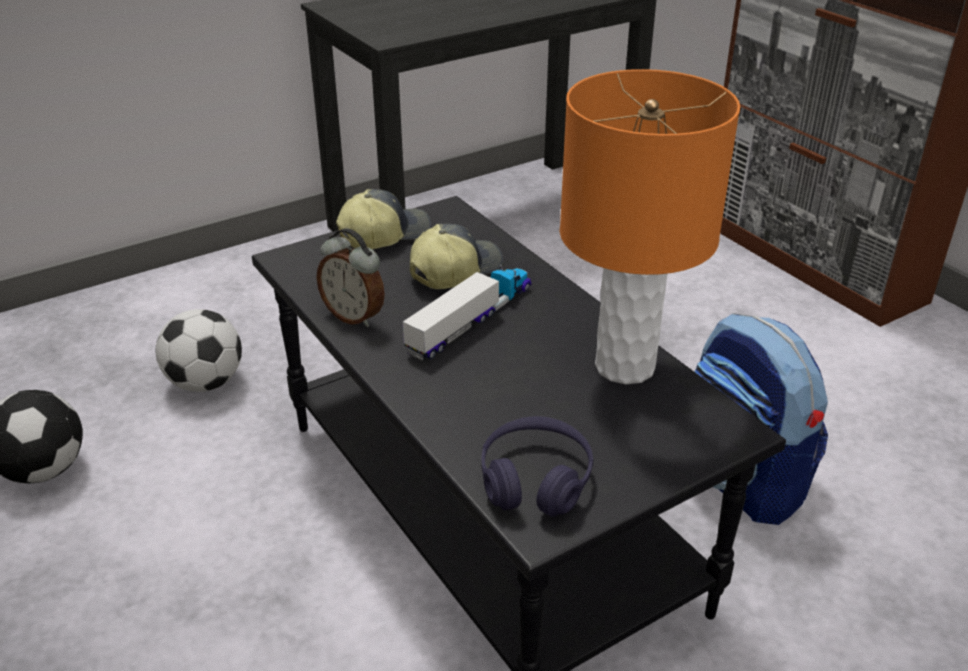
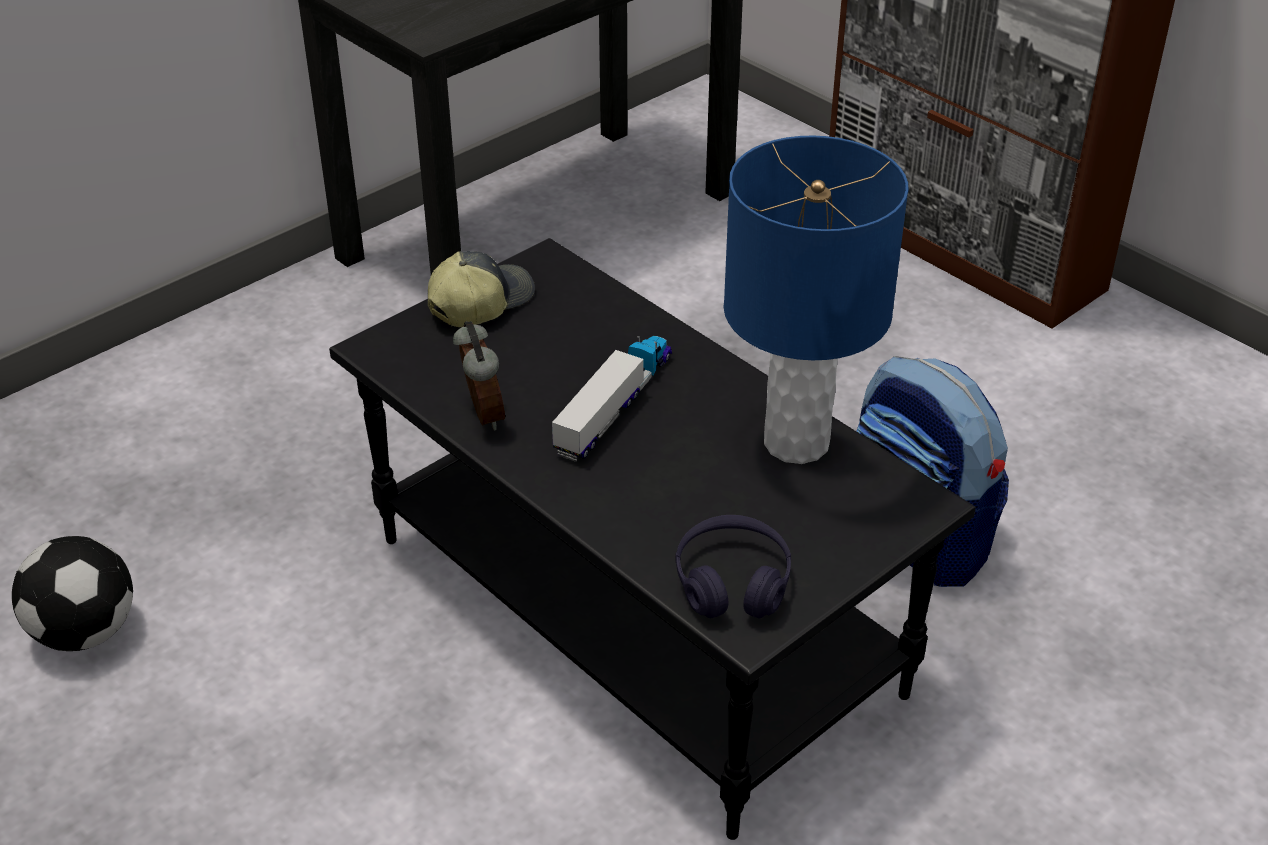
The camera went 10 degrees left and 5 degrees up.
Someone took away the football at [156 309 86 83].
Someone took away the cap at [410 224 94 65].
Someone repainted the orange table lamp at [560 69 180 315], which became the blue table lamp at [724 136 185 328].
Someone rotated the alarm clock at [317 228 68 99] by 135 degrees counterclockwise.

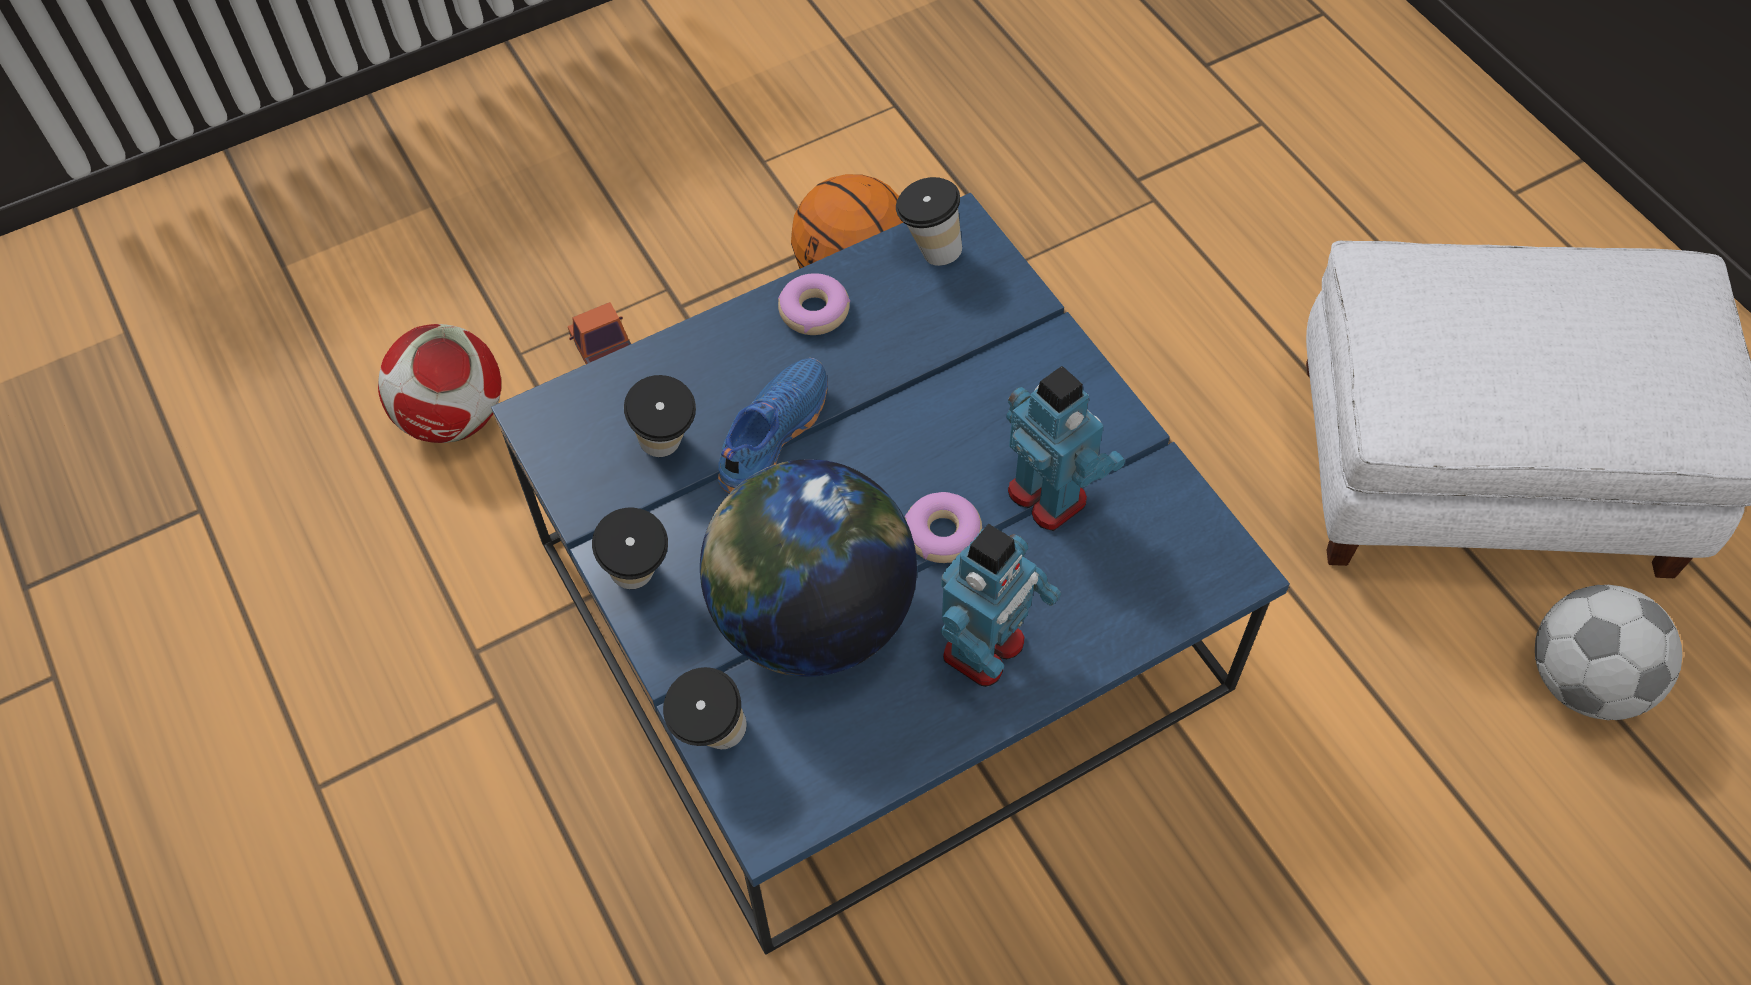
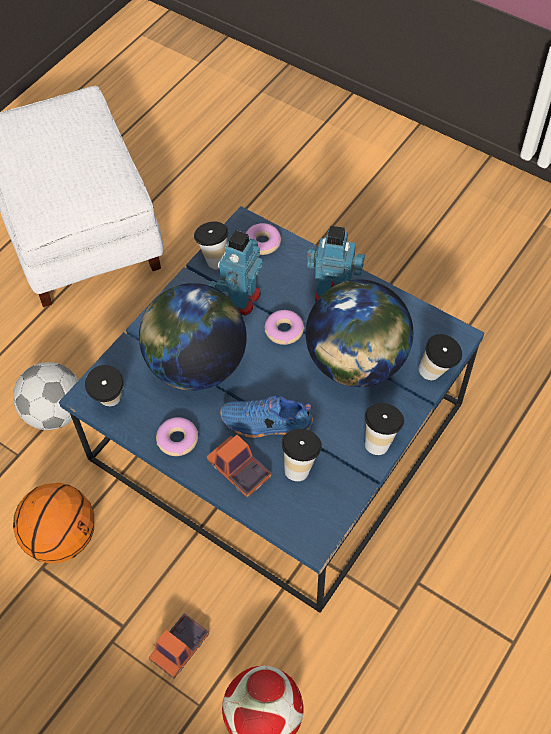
The camera went 115 degrees left and 0 degrees up.
Someone put down the globe at [139 283 107 108].
Someone put down the cup at [194 222 34 48].
Someone put down the toy truck at [207 435 65 63].
Someone put down the donut at [246 223 35 32].
Someone carried the football from [1535 585 147 135] to [13 362 66 68].

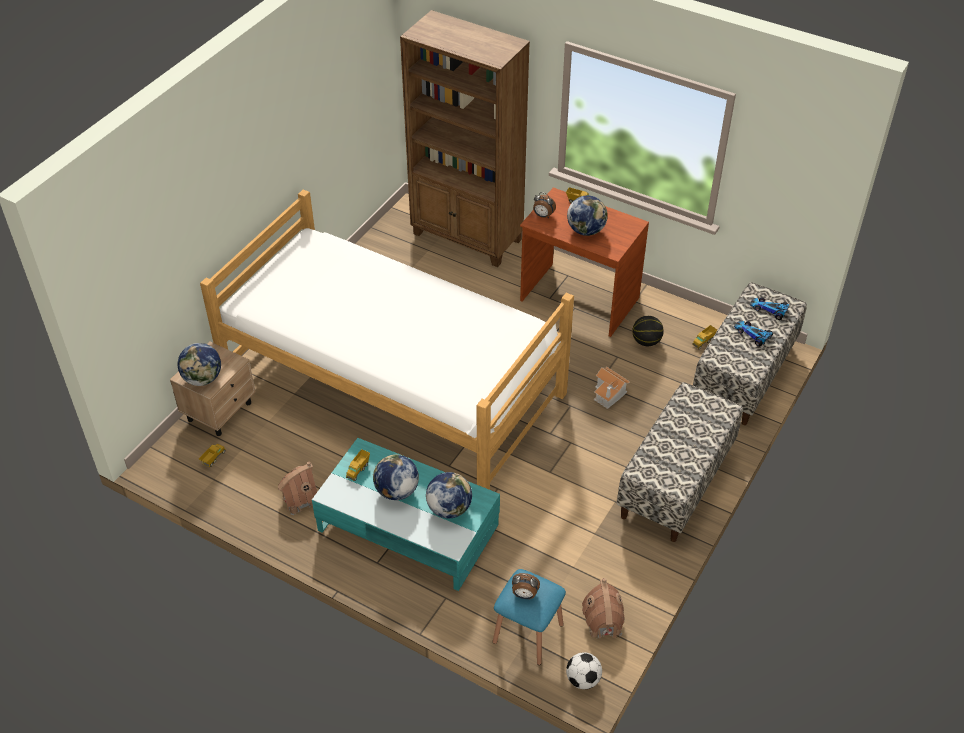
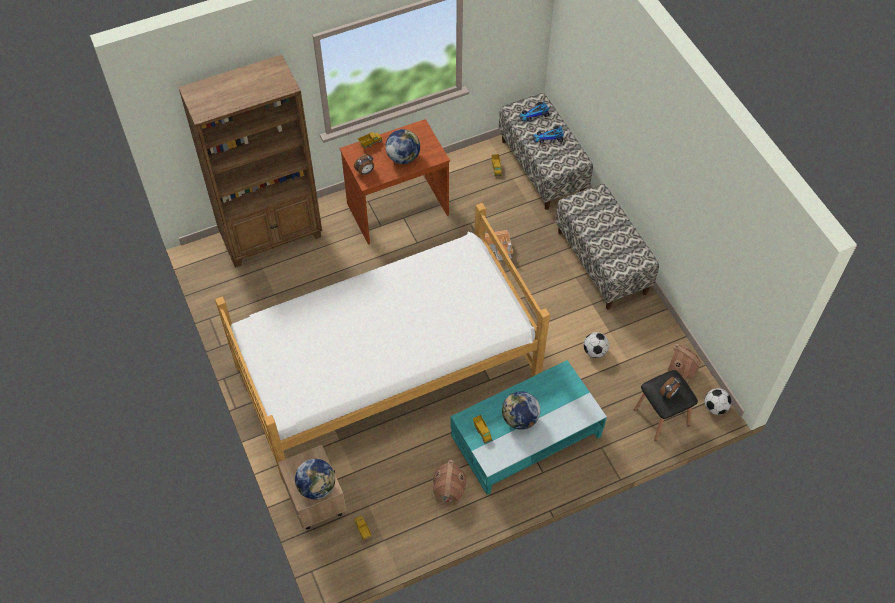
The camera went 55 degrees left and 10 degrees up.
Someone took away the globe at [426 472 46 46].
Someone took away the basketball at [632 316 32 30].
Someone put down the football at [583 332 26 26].
Someone repainted the blue stool at [493 569 73 96], which became the black stool at [634 370 64 71].

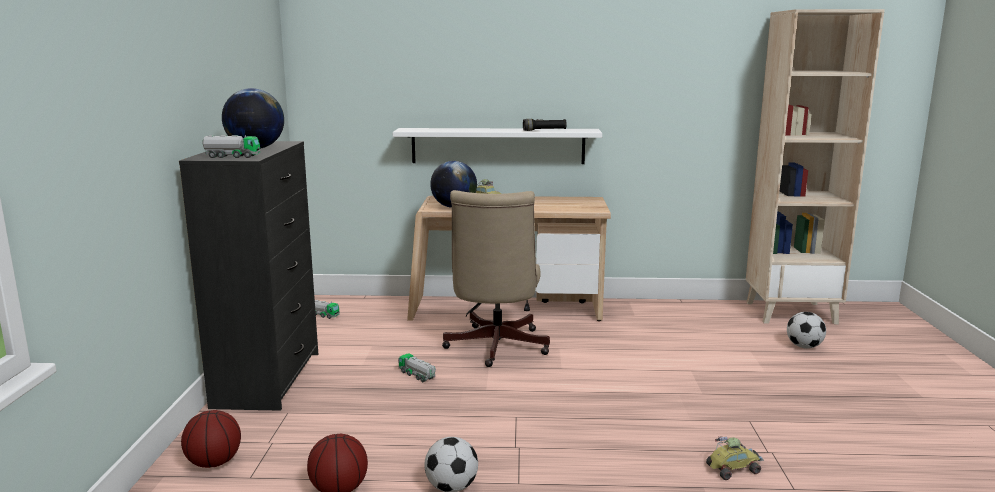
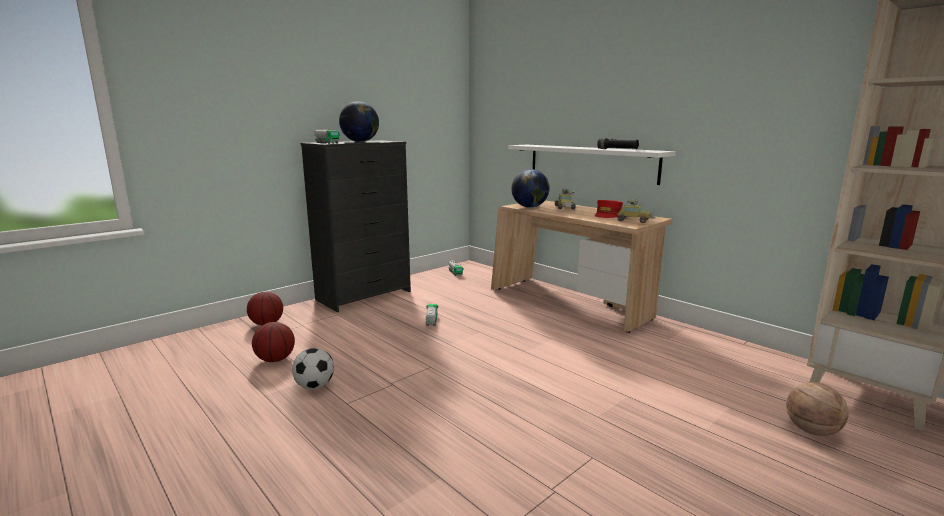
The camera went 45 degrees right and 0 degrees up.
Someone took away the beige office chair at [442 190 108 177].
Someone put down the red cap at [595 200 28 18].
Someone carried the toy car from [706 436 58 44] to [617 199 39 24].
Someone swapped the football at [787 312 39 36] for the basketball at [786 382 63 54].

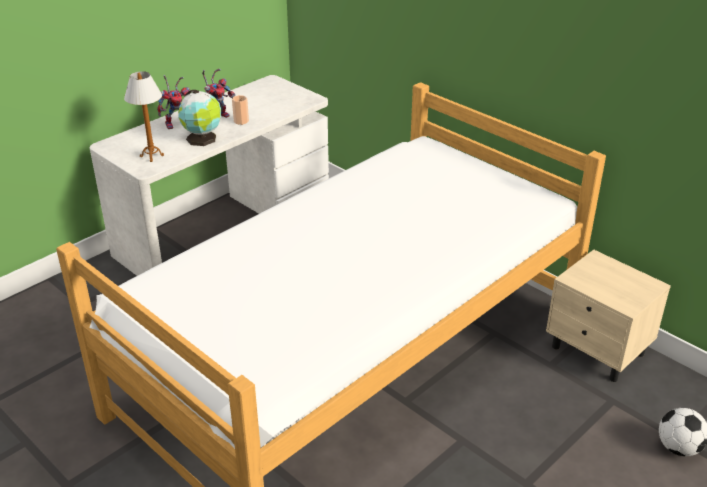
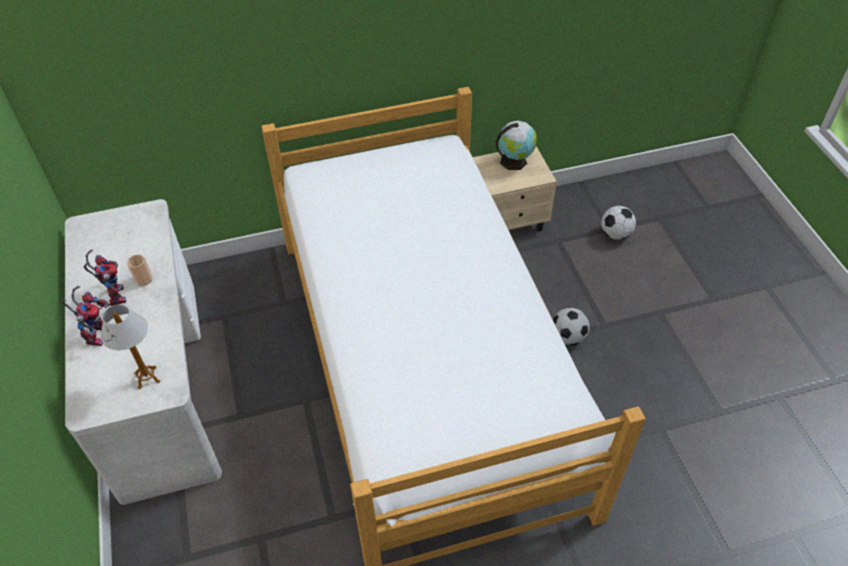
The camera went 60 degrees left and 15 degrees up.
Someone put down the football at [553 308 37 37].
Someone carried the globe from [178 90 43 56] to [496 120 41 50].

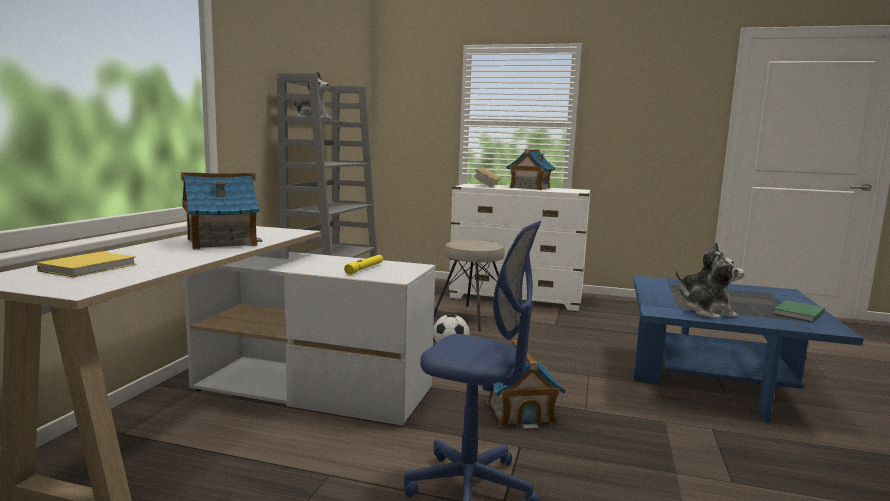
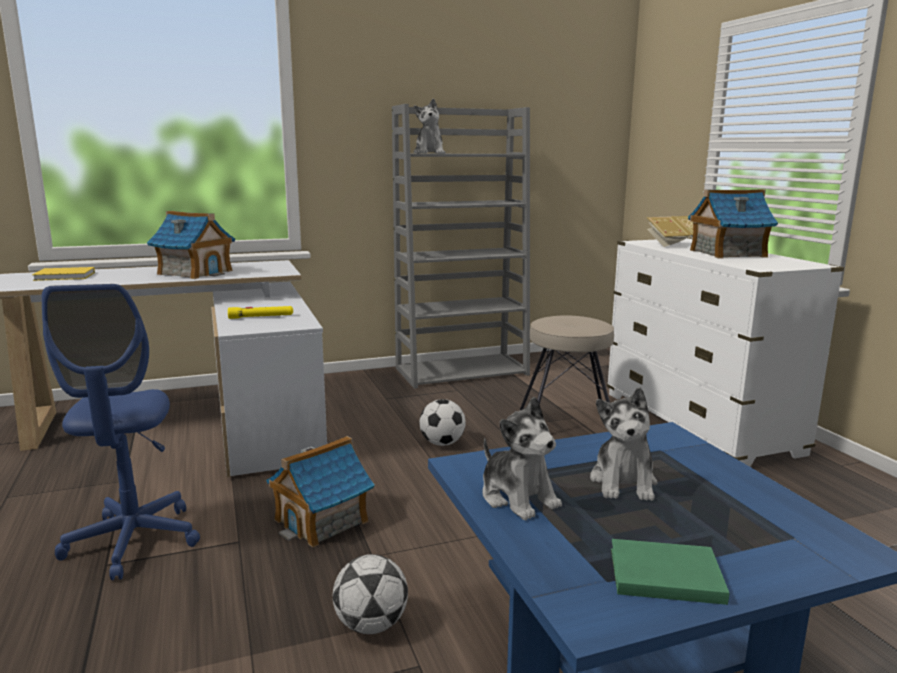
The camera went 55 degrees right and 5 degrees up.
Someone put down the football at [333 554 75 80].

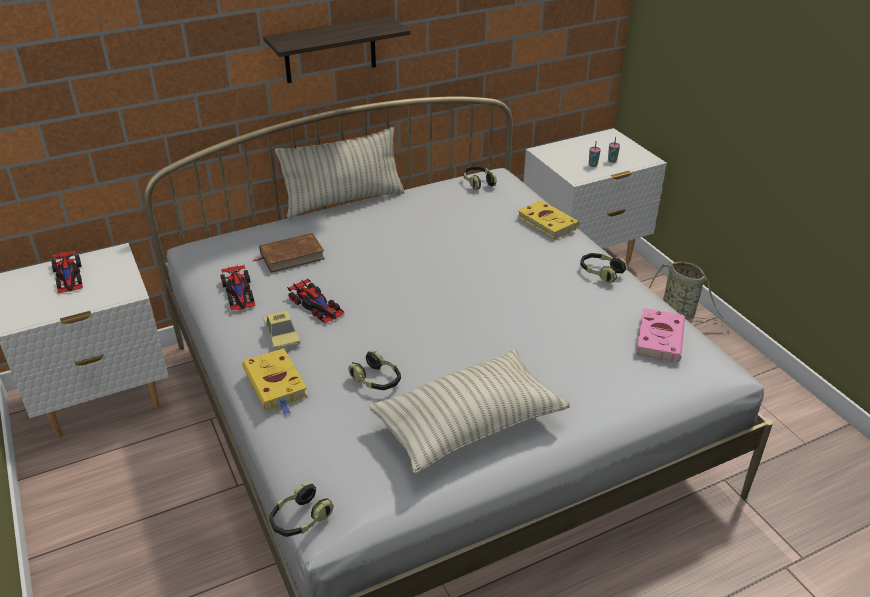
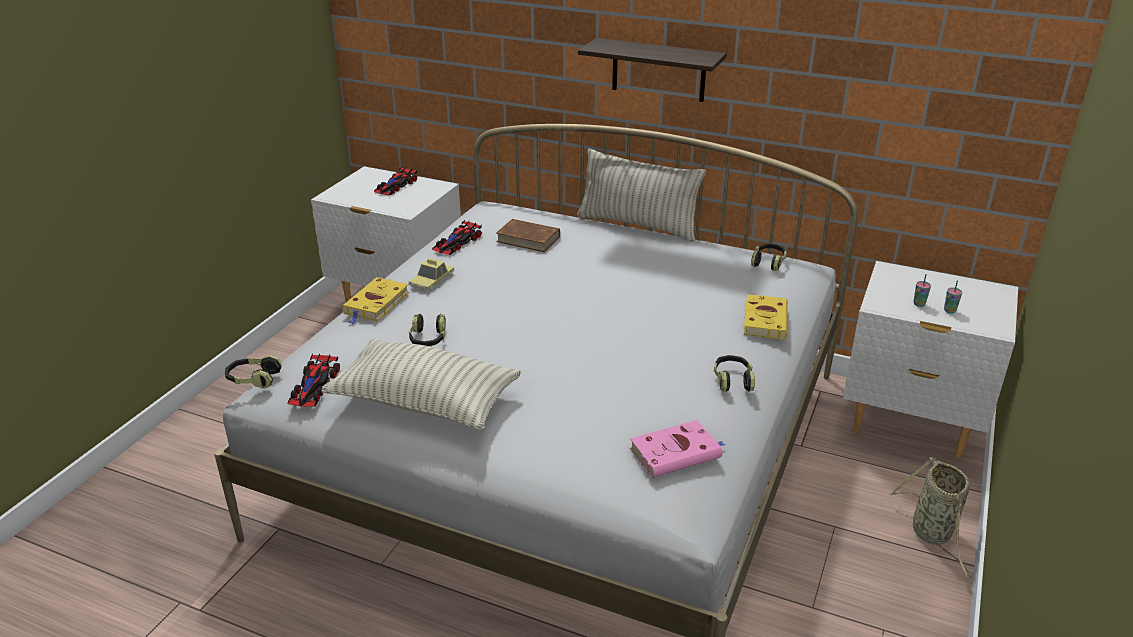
The camera went 50 degrees right and 5 degrees down.
Someone carried the toy car from [287 278 57 45] to [288 353 52 54].

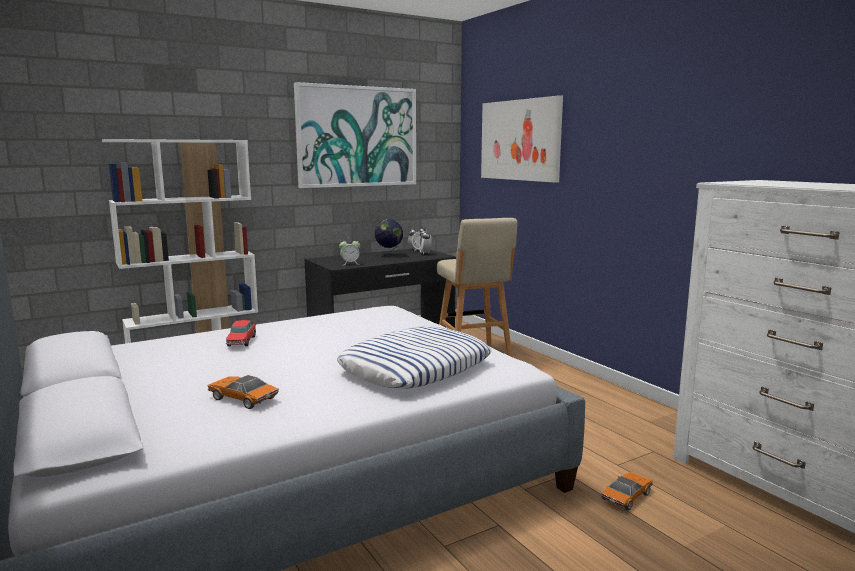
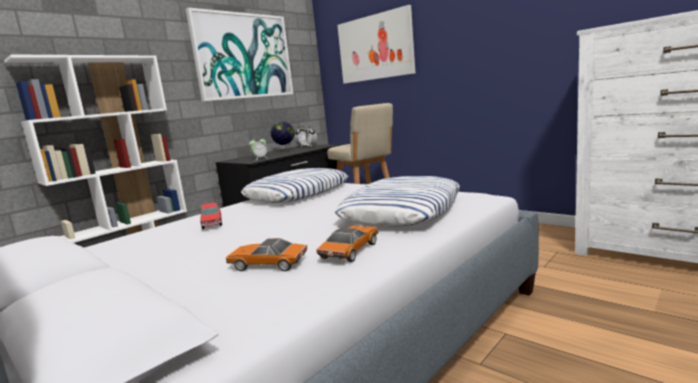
The camera went 15 degrees left and 0 degrees up.
Someone put down the pillow at [241 168 107 35].
Someone carried the toy car from [600 472 53 38] to [316 226 63 36].

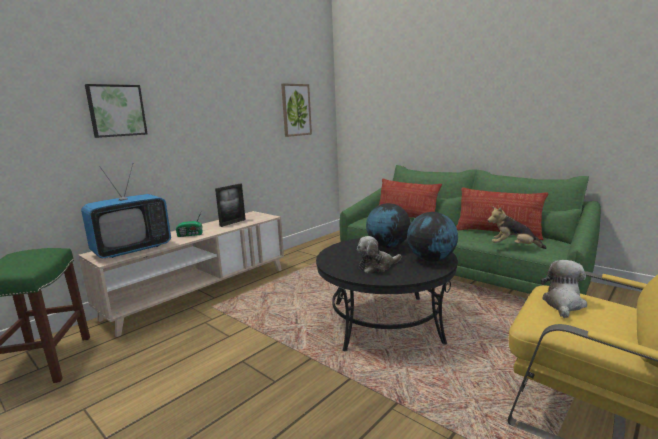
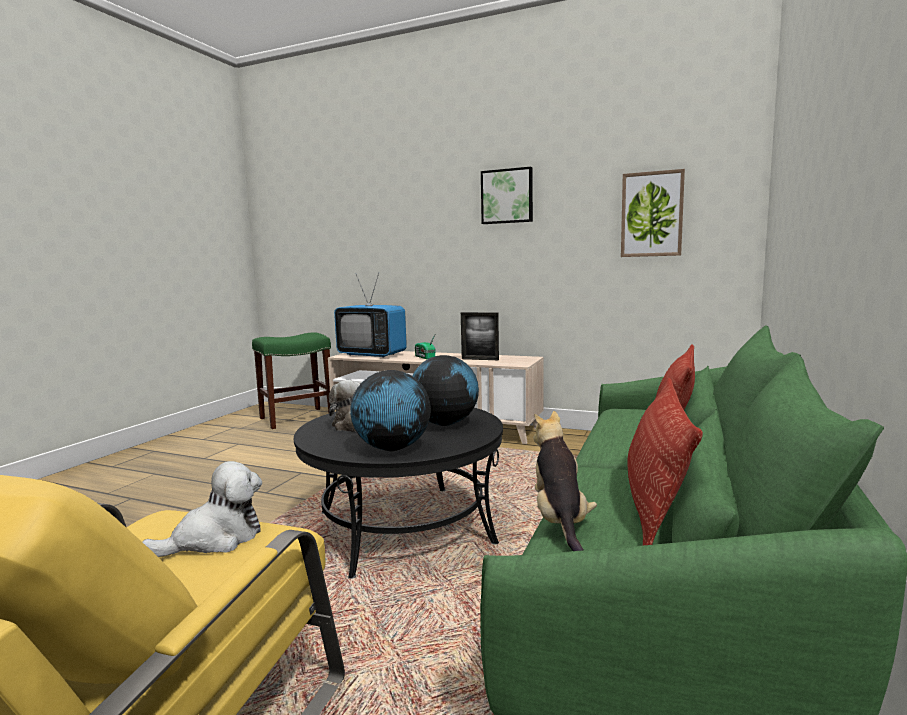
The camera went 70 degrees right and 5 degrees down.
Someone carried the picture from [85 84 63 54] to [481 167 52 57].
Someone rotated the plush toy at [541 260 46 58] by 45 degrees counterclockwise.

